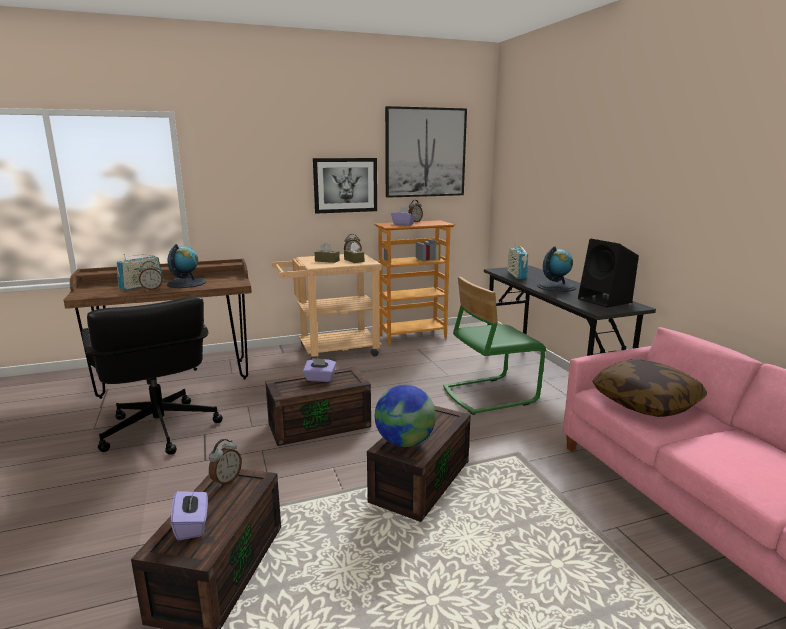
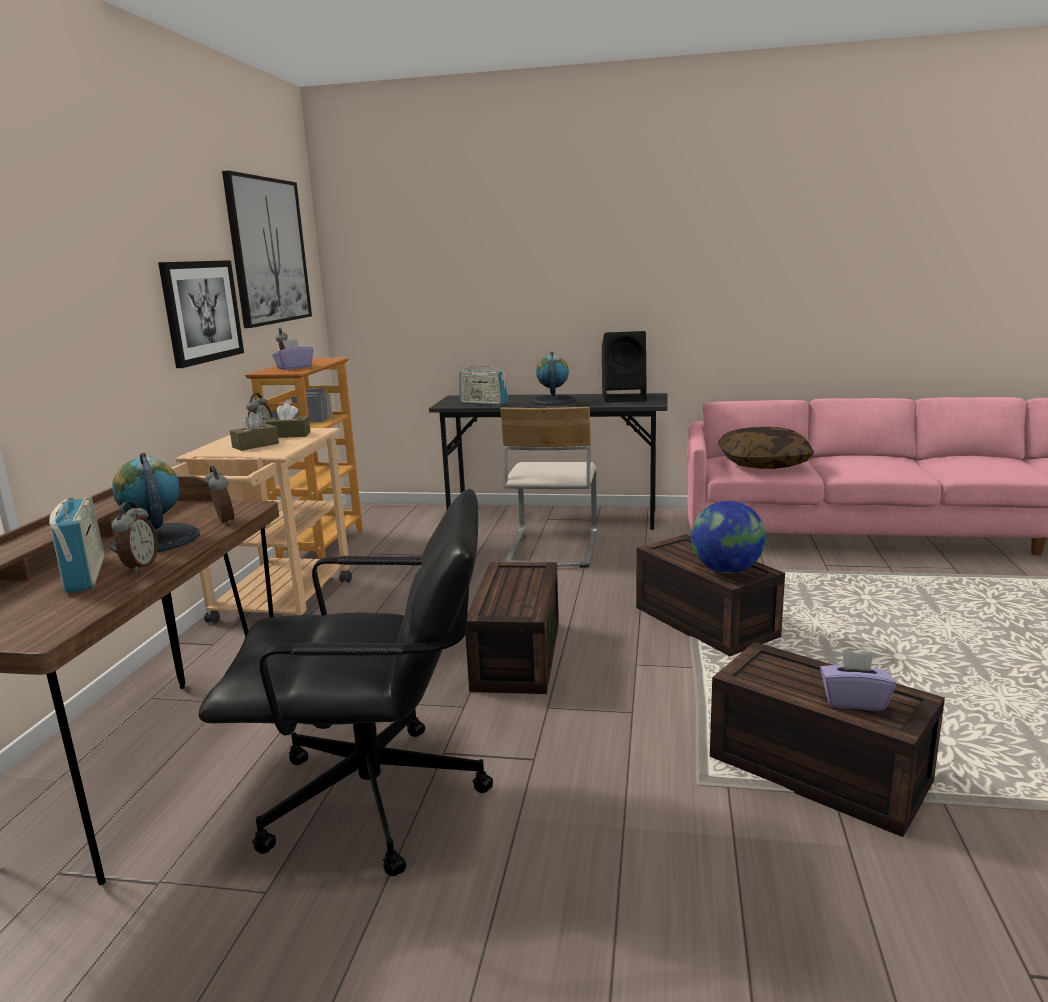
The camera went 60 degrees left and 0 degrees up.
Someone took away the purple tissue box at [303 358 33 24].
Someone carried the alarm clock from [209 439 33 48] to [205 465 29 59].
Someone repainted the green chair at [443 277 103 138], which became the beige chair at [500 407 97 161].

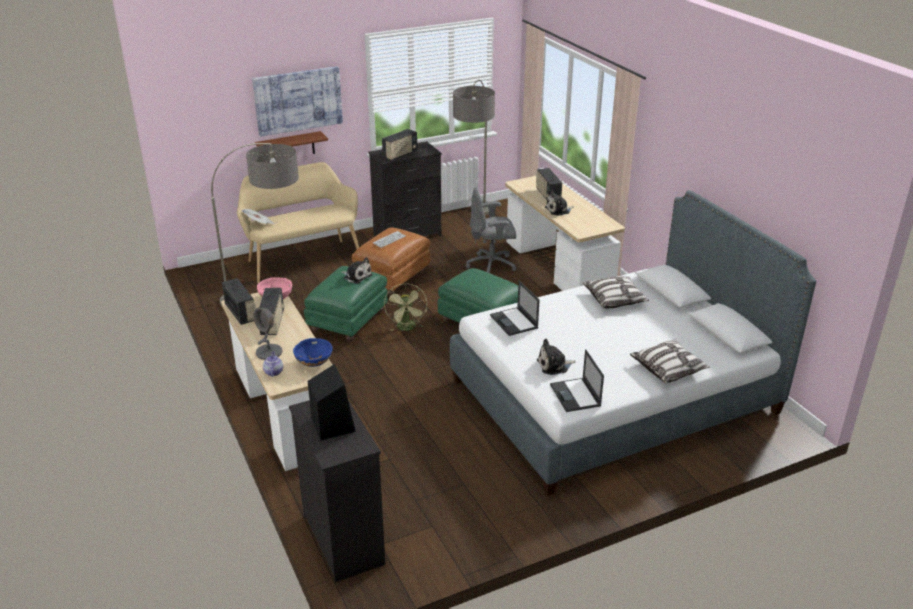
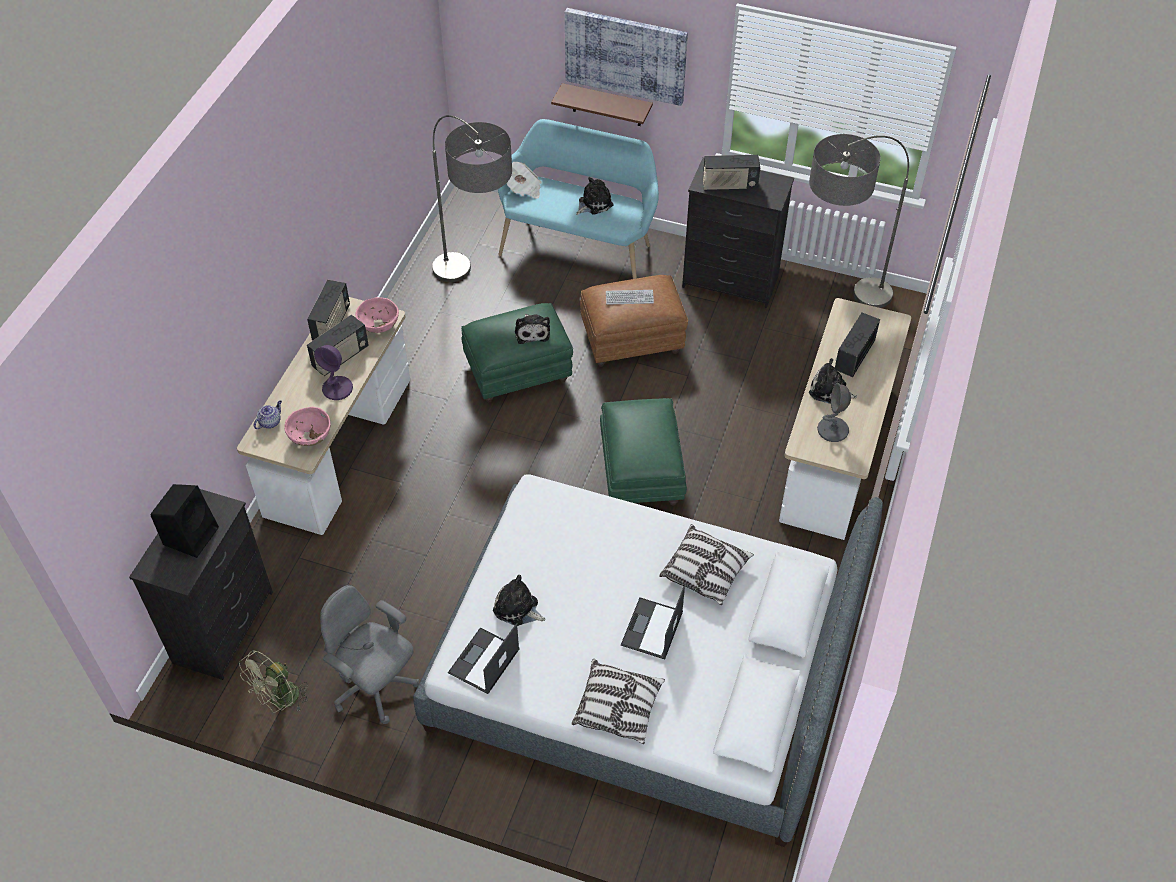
The camera went 45 degrees right and 20 degrees up.
Someone put down the purple table lamp at [314 345 39 55].
Someone put down the plush toy at [576 177 37 38].
Someone carried the grey table lamp from [254 308 28 52] to [817 383 34 59].
Someone carried the green fan from [384 284 43 47] to [239 650 69 63].
Someone carried the grey office chair from [466 187 51 87] to [320 585 99 139].
Someone carried the laptop from [490 280 50 56] to [621 587 64 72].
Someone repainted the beige bench at [237 162 122 122], which became the turquoise bench at [498 119 161 160].
Someone repainted the blue bowl at [293 338 40 29], which became the pink bowl at [284 407 46 39].

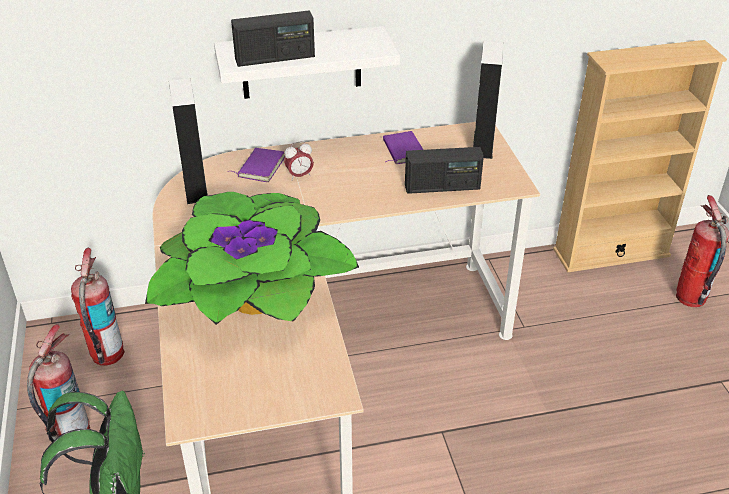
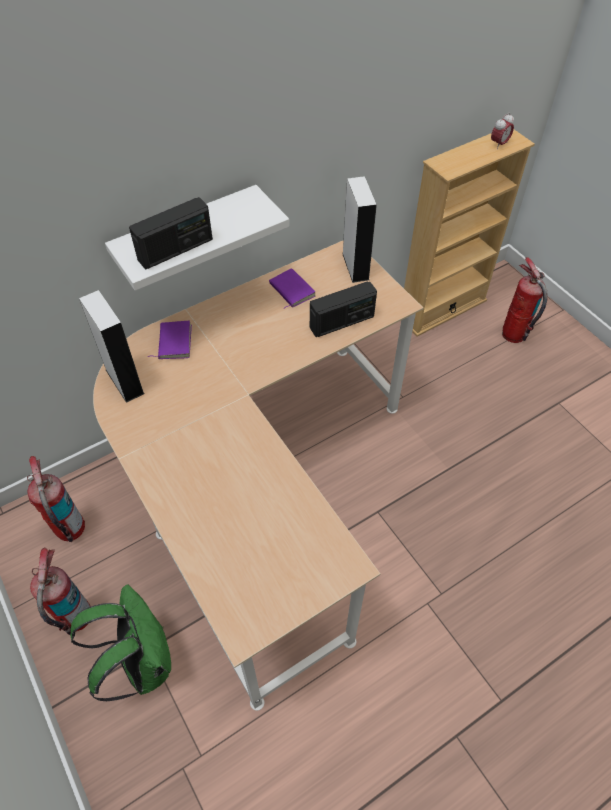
The camera went 20 degrees left and 15 degrees up.
Someone took away the potted plant at [145 192 214 133].
Someone carried the alarm clock from [284 141 30 38] to [491 113 23 36].

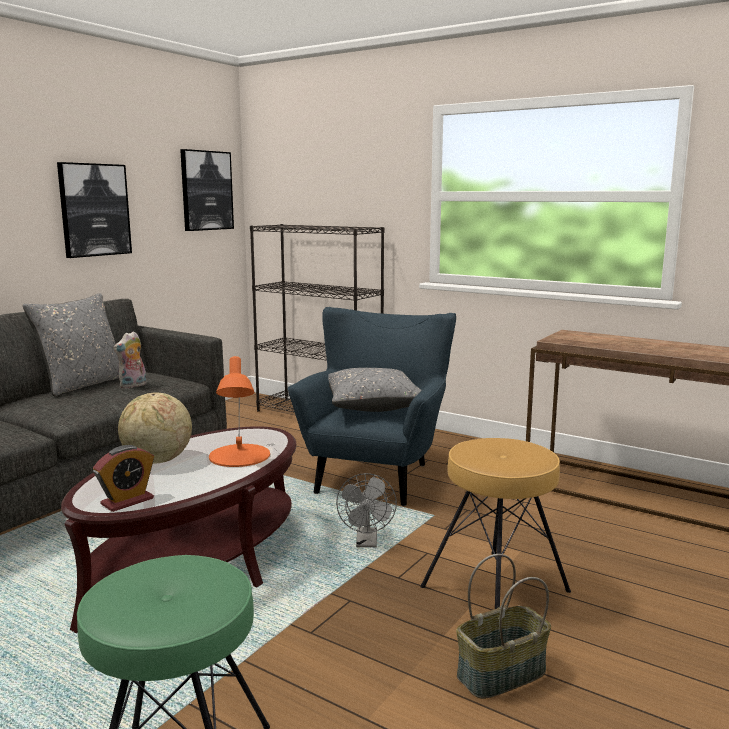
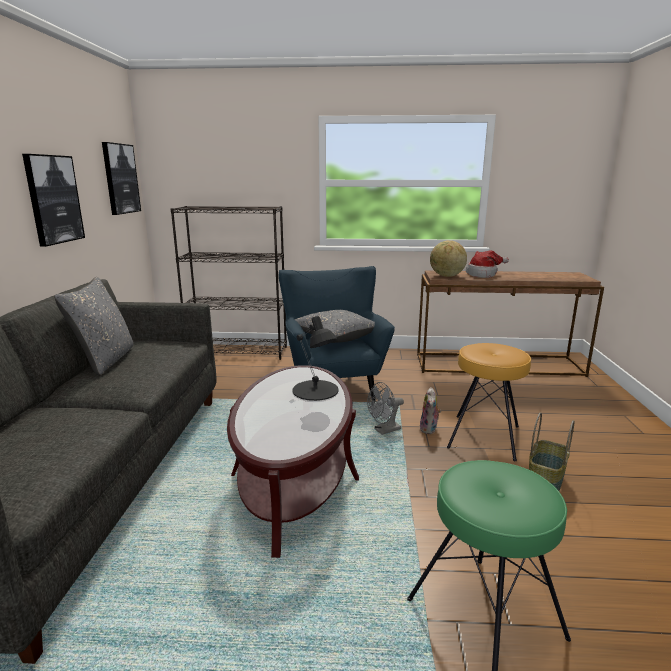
The camera went 30 degrees left and 5 degrees up.
Someone took away the alarm clock at [93 445 61 67].
Someone put down the hat at [466 250 43 28].
Someone carried the plush toy from [113 331 33 58] to [420 387 21 47].
Someone carried the globe from [118 392 74 71] to [430 240 37 37].
Someone repainted the orange table lamp at [209 356 61 111], which became the black table lamp at [292 316 46 85].
Someone rotated the grey fan at [336 473 61 74] by 90 degrees clockwise.

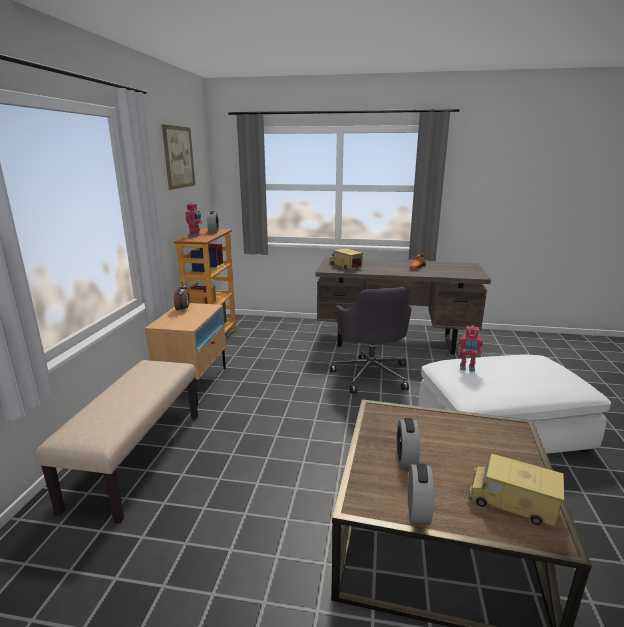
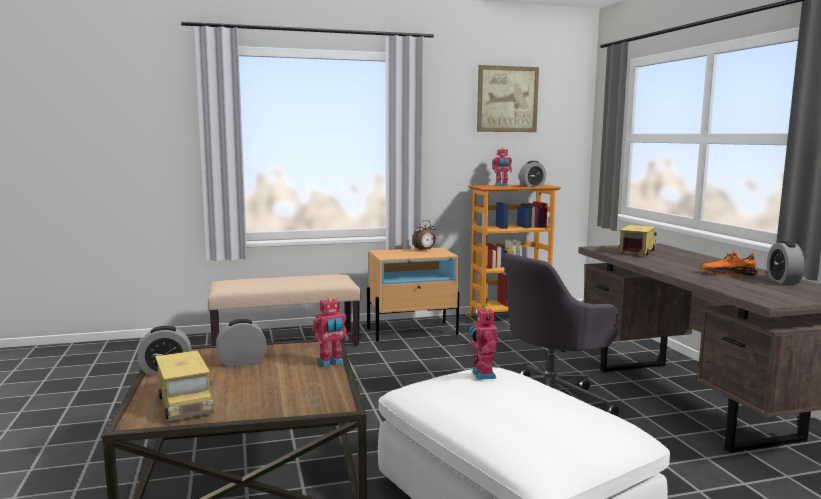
The camera went 65 degrees right and 10 degrees down.
Someone put down the toy robot at [312 297 36 70].
Someone put down the alarm clock at [767 241 38 43].
Someone rotated the toy truck at [468 453 96 74] by 150 degrees clockwise.

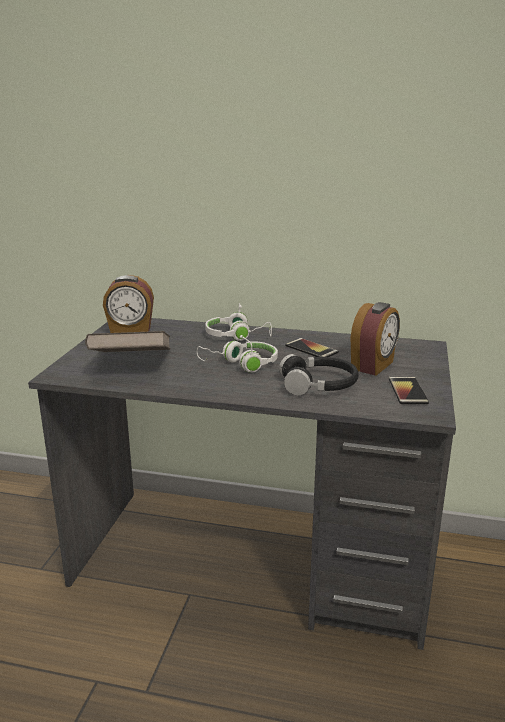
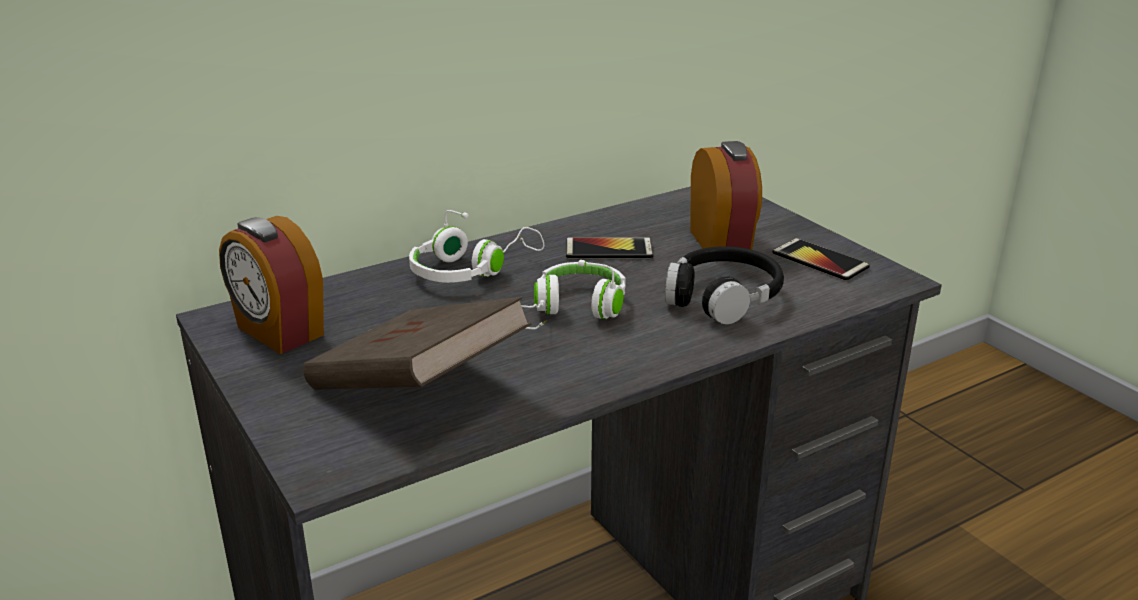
The camera went 45 degrees left and 5 degrees up.
Someone rotated the alarm clock at [103 275 51 58] by 90 degrees clockwise.

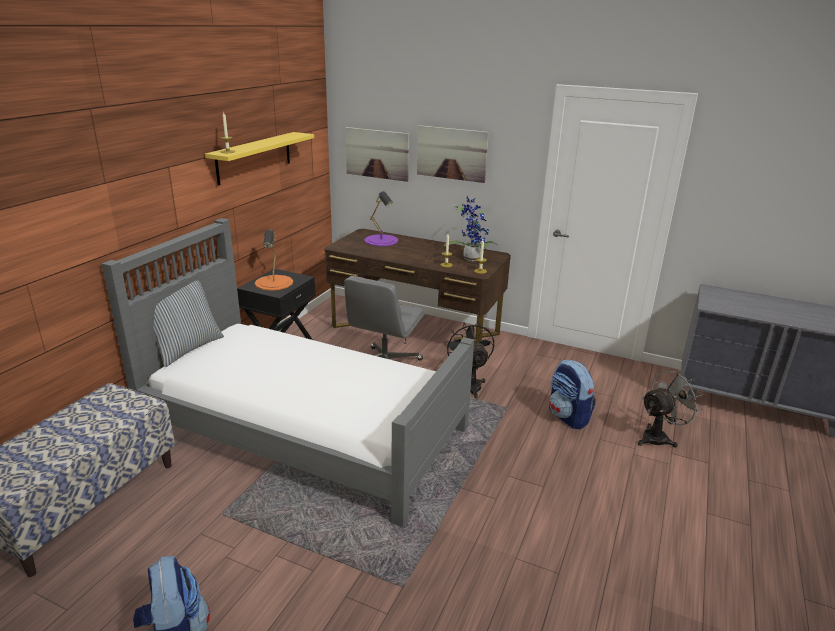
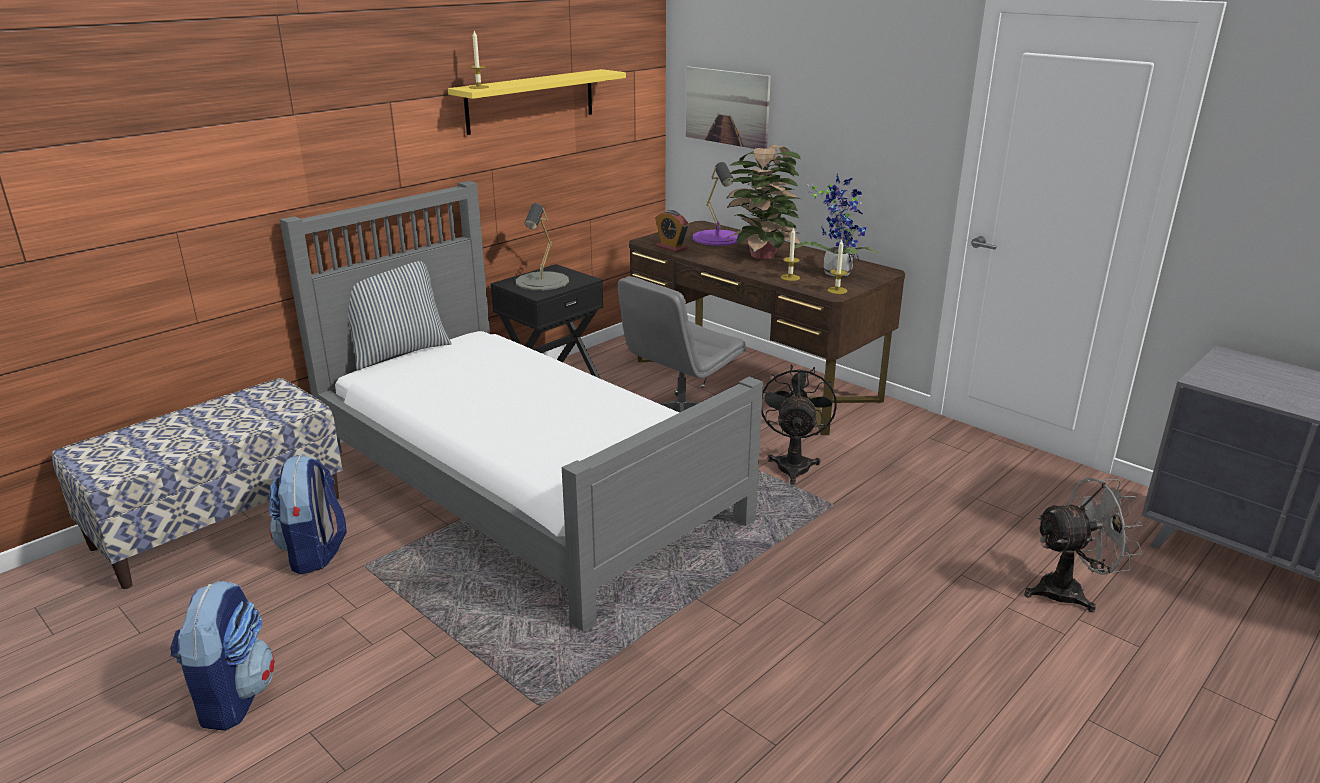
The camera went 20 degrees right and 0 degrees up.
Someone took away the picture at [417 125 72 58].
Someone put down the alarm clock at [655 210 34 43].
Someone put down the potted plant at [726 144 78 115].
Someone carried the backpack from [549 360 47 69] to [269 454 78 120].
Someone repainted the orange table lamp at [255 229 38 62], which became the grey table lamp at [516 203 53 88].

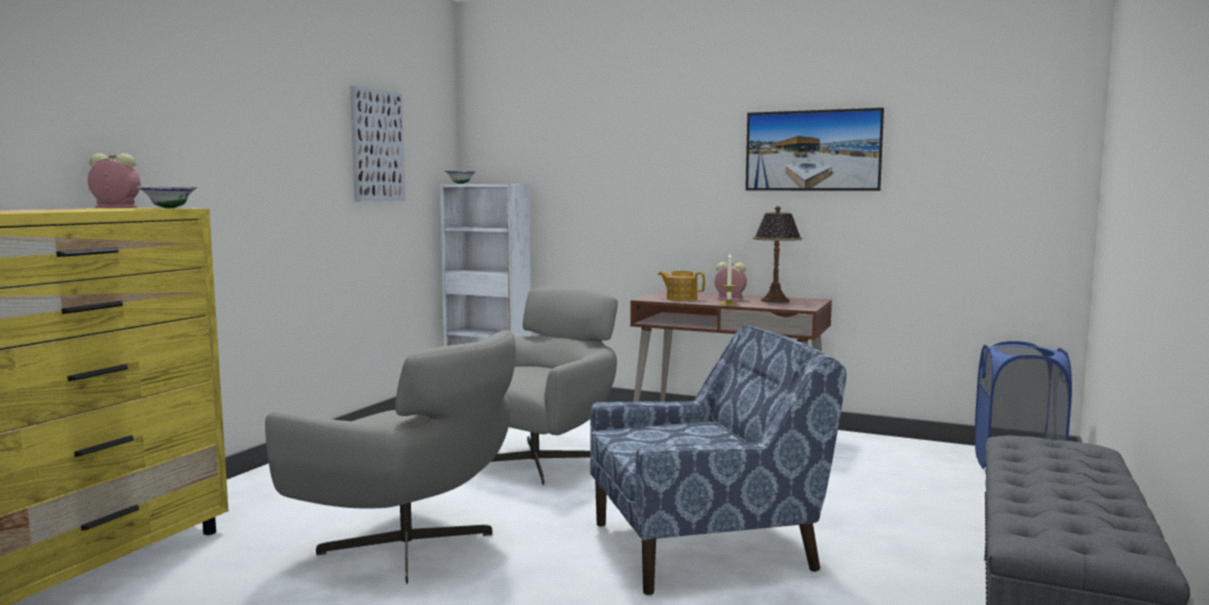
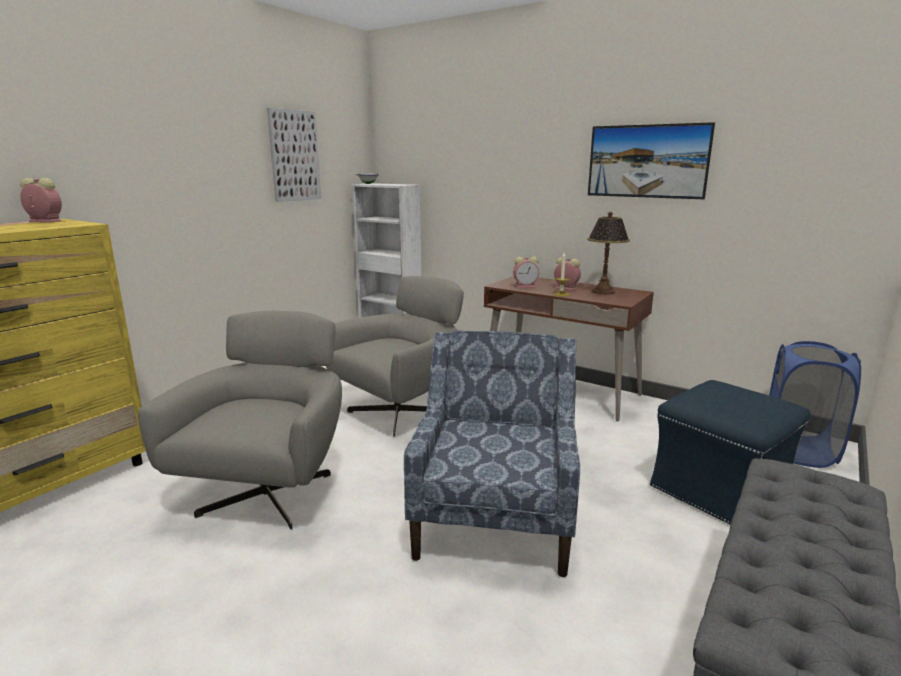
The camera went 10 degrees right and 10 degrees up.
Someone took away the white bowl at [137 186 61 22].
Someone put down the blue ottoman at [650 380 160 145].
Someone swapped the teapot at [658 271 47 30] for the alarm clock at [513 256 26 32].
Someone rotated the grey armchair at [265 330 251 254] by 120 degrees counterclockwise.
Someone rotated the blue armchair at [590 326 257 269] by 75 degrees counterclockwise.

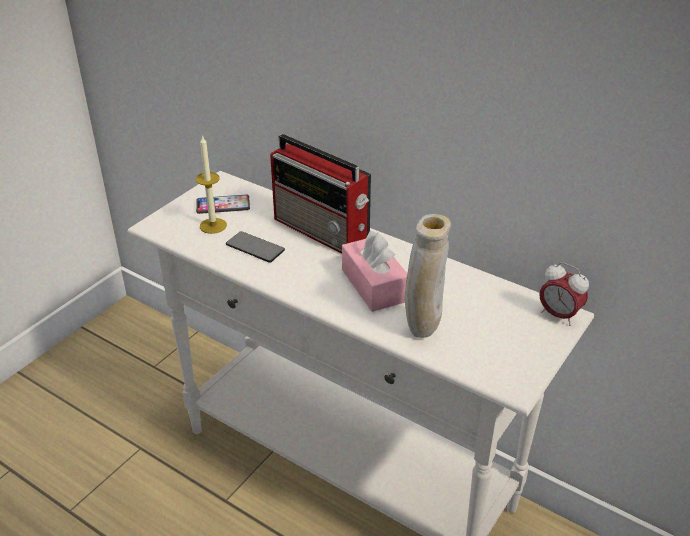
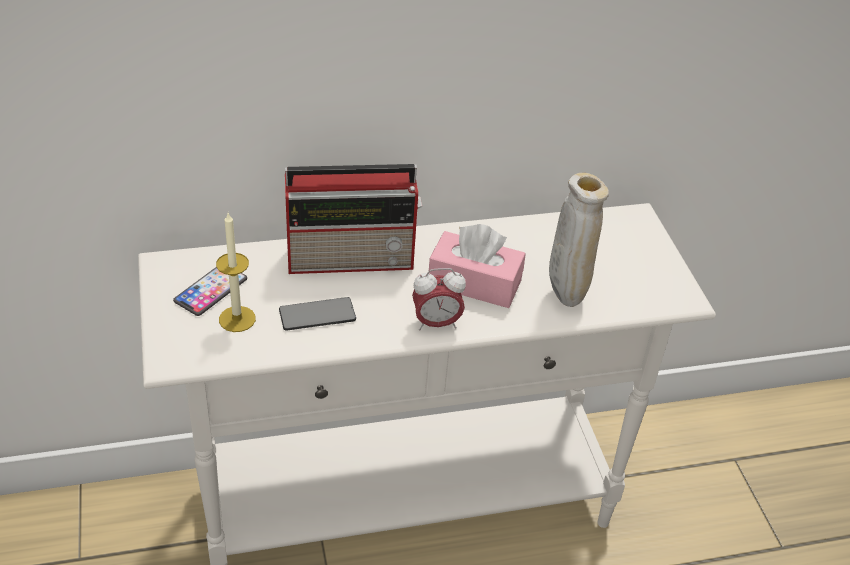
The camera went 50 degrees left and 5 degrees up.
Someone carried the alarm clock from [539 262 50 64] to [412 268 54 62].

